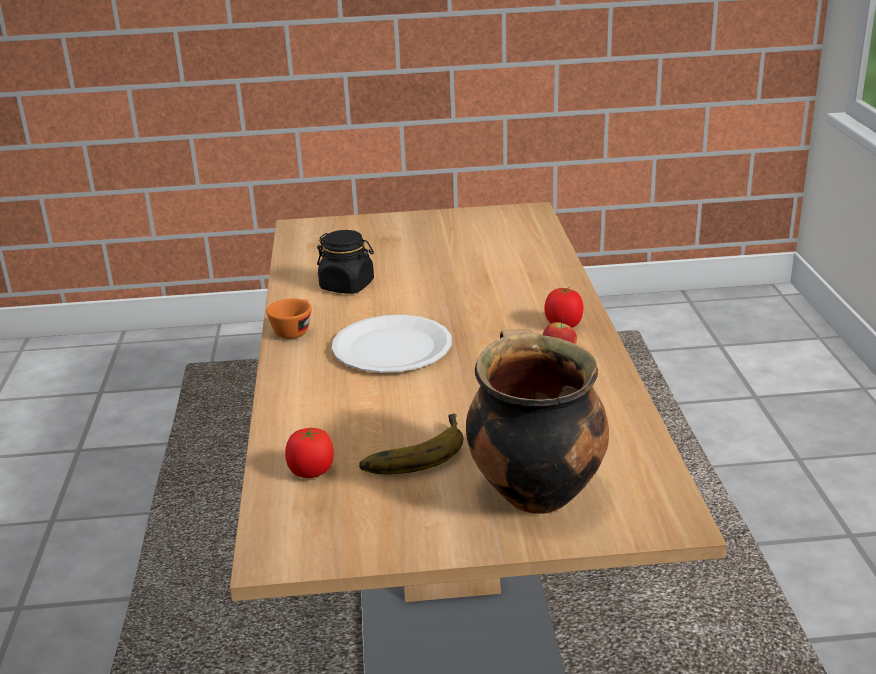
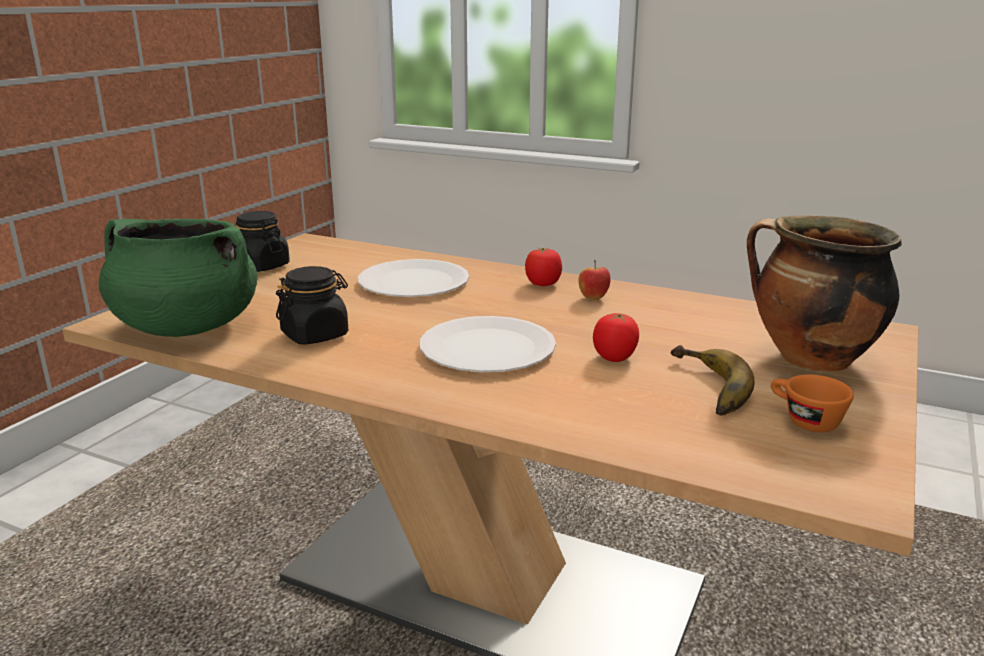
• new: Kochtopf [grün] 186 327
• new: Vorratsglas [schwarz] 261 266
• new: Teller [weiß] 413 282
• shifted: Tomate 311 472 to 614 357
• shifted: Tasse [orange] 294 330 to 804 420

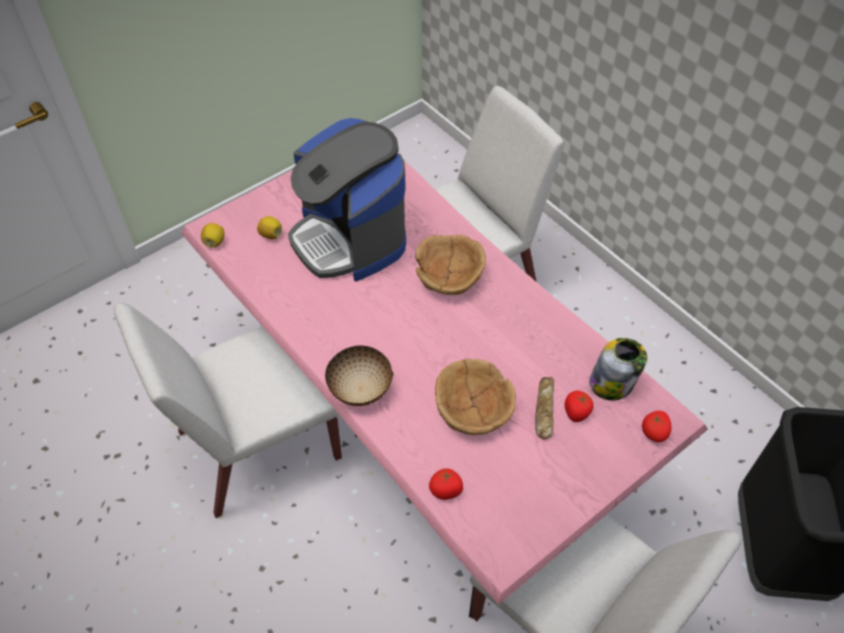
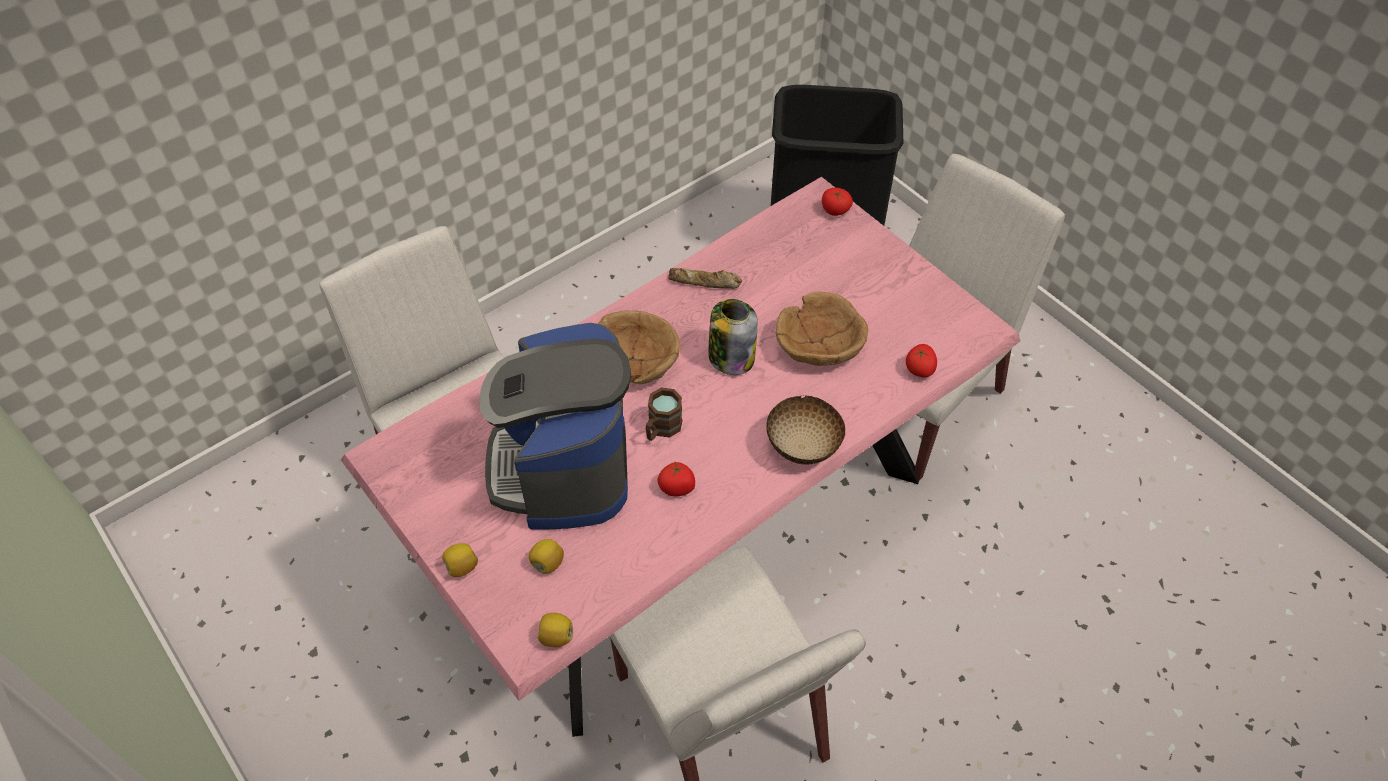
• new: Zitrone 462 567
• rotated: Kaffeemaschine 349 239 = 563 467 120 degrees clockwise
• new: Henkelbecher [braun] 661 429
• shifted: Tomate 576 412 to 677 487
• shifted: Brot 544 410 to 705 282
• shifted: Vorratsglas 612 383 to 730 356

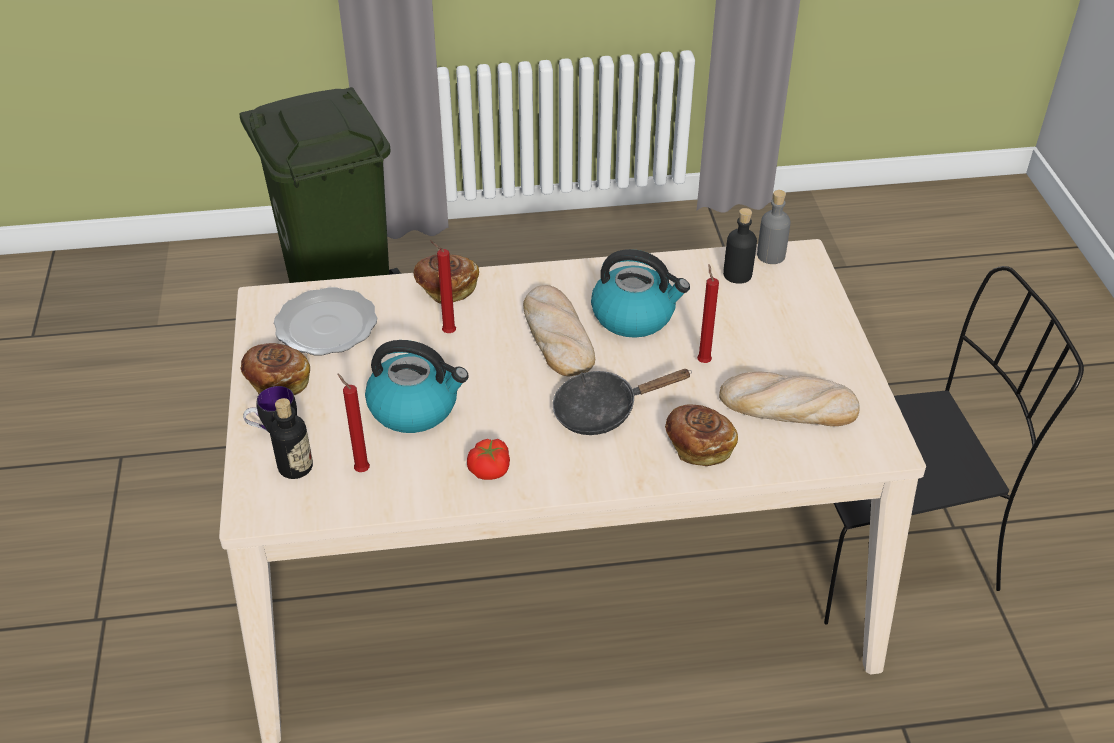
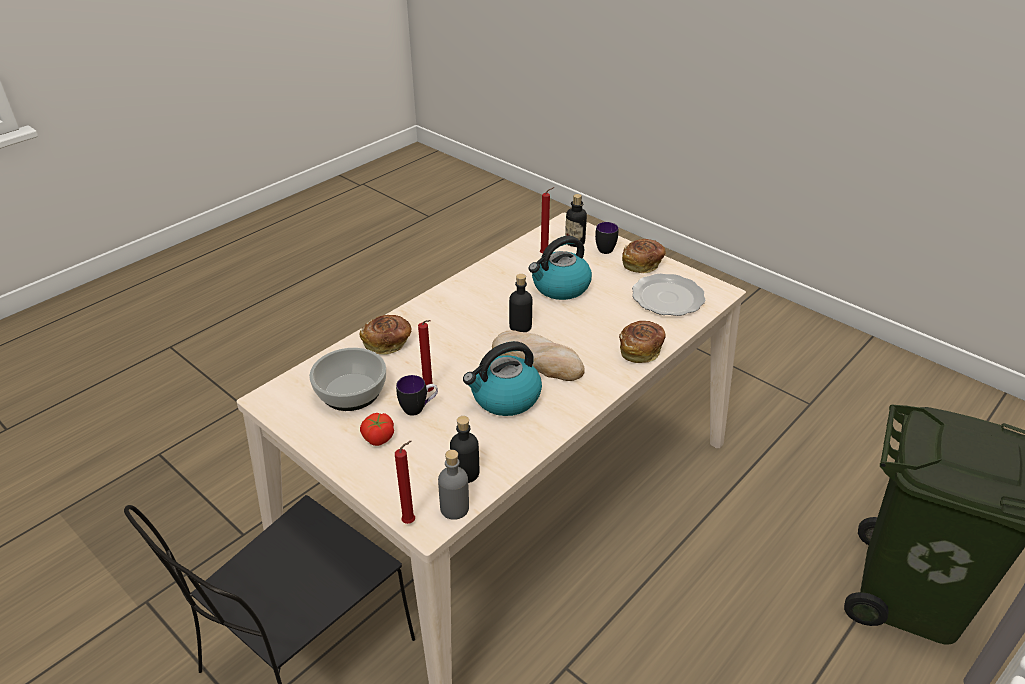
• swapped: Brot 787 406 to Schüssel 350 392
• shifted: Tomate 490 470 to 378 437
• shifted: Kerze [rot] 447 332 to 411 521
• new: Henkelbecher 419 408
• new: Flasche [schwarz] 520 326
• gone: Pfanne [schwarz] 603 411

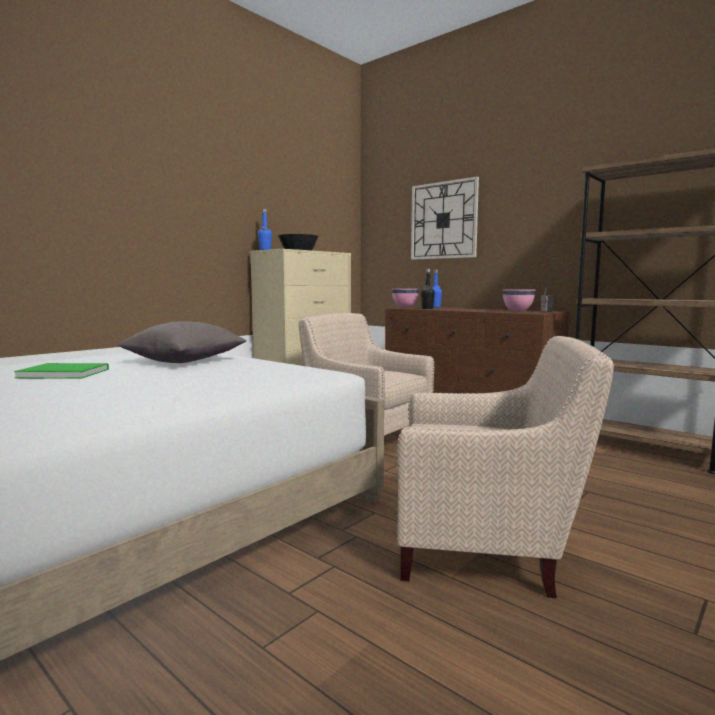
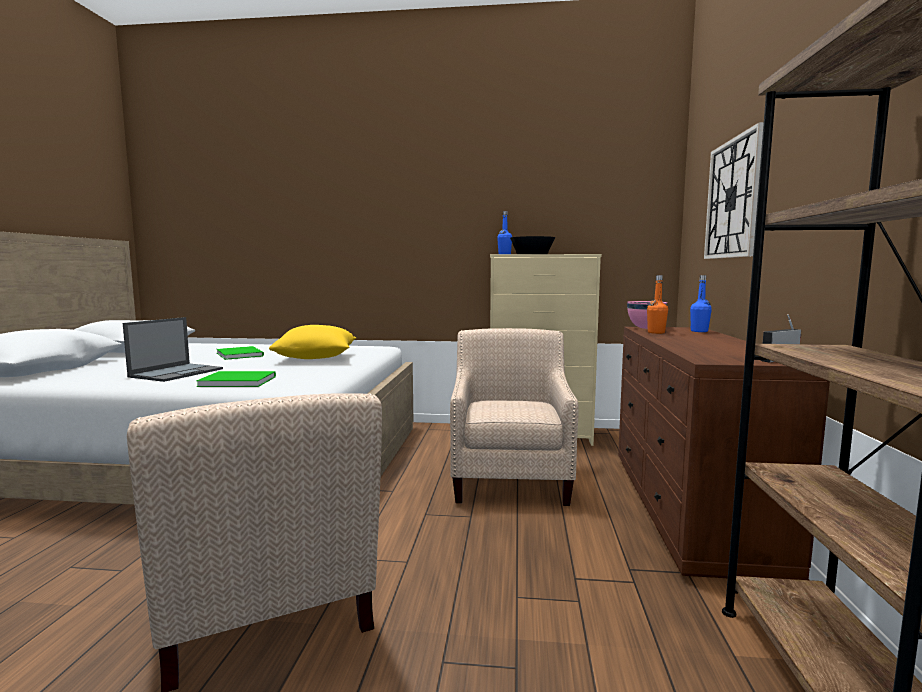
• new: Laptop 177 373
• new: Buch [grün] 236 381
• repainted: Kissen [grau] 185 361 to Kissen [gelb] 317 358
• repainted: Flasche [schwarz] 427 308 to Flasche [orange] 656 332
• gone: Schüssel [rosa] 517 311

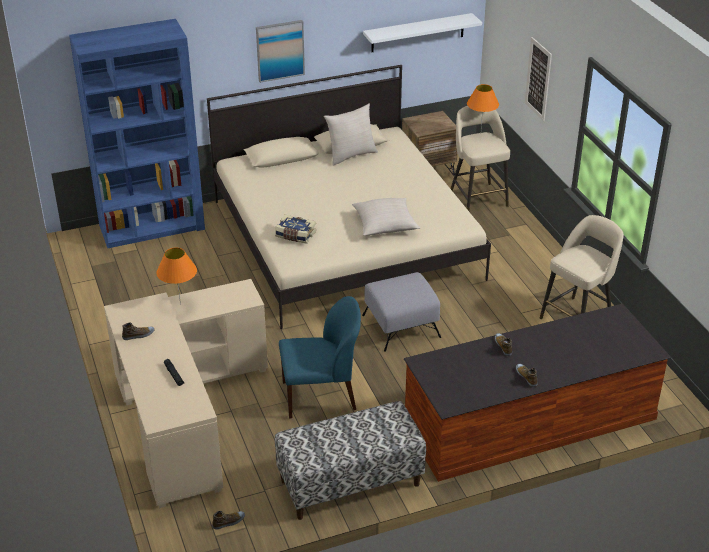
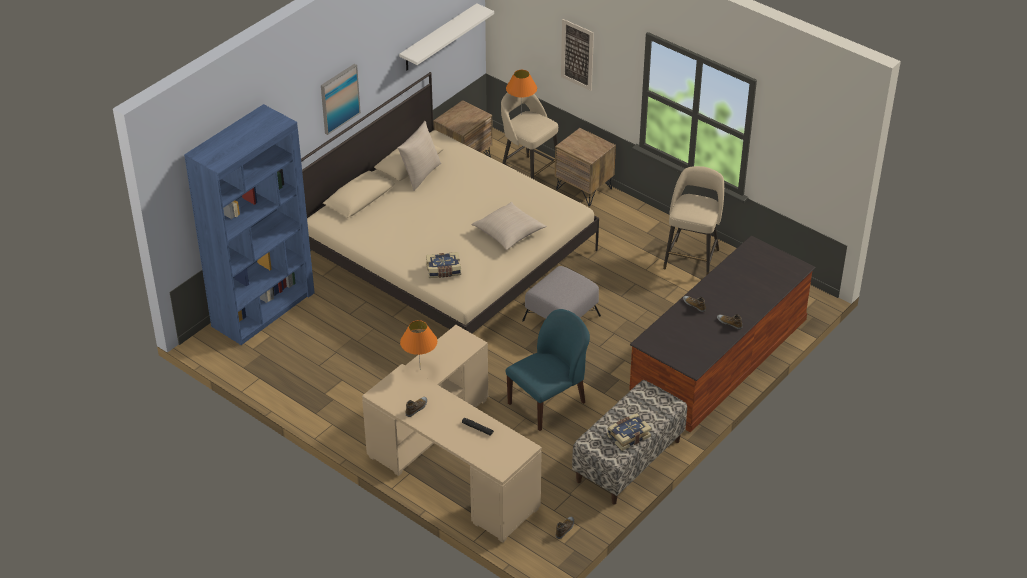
• new: Nachttisch [braun] 584 189
• new: Buch 628 436

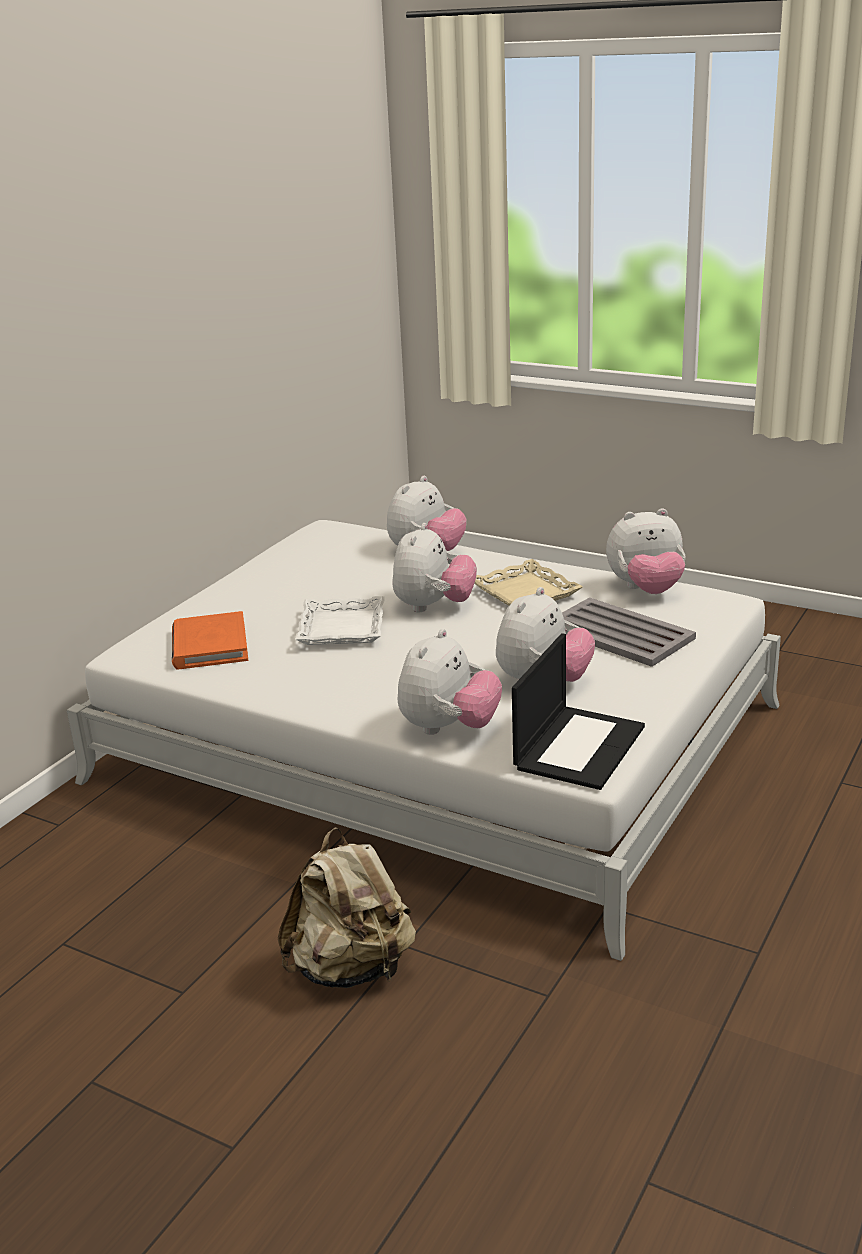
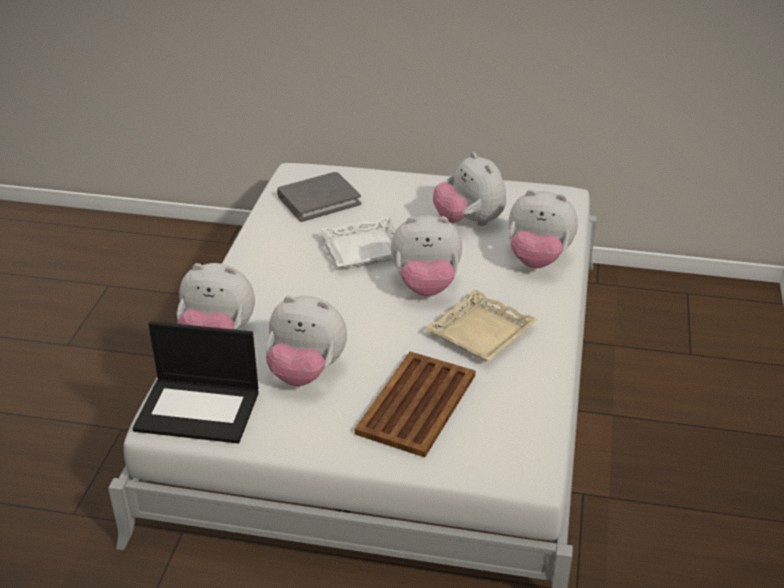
• repainted: Buch [orange] 209 645 to Buch [grau] 318 200
• repainted: Tablett [grau] 620 634 to Tablett [braun] 415 405
• shifted: Plüschtier 646 590 to 469 222
• gone: Rucksack [beige] 351 968

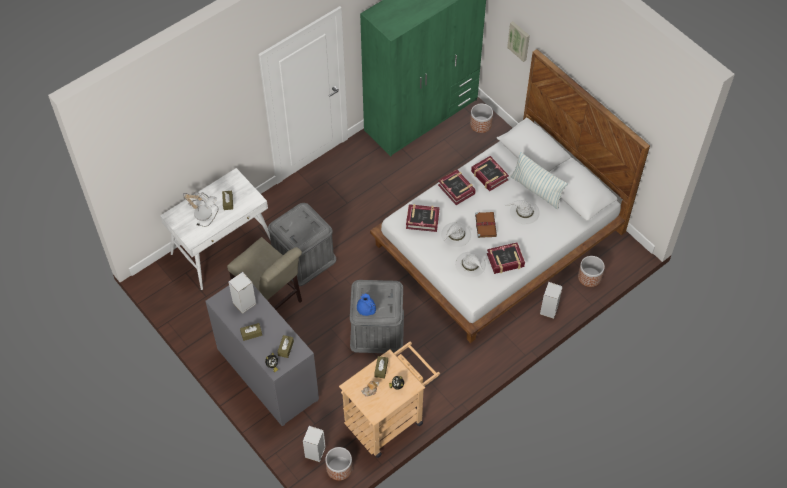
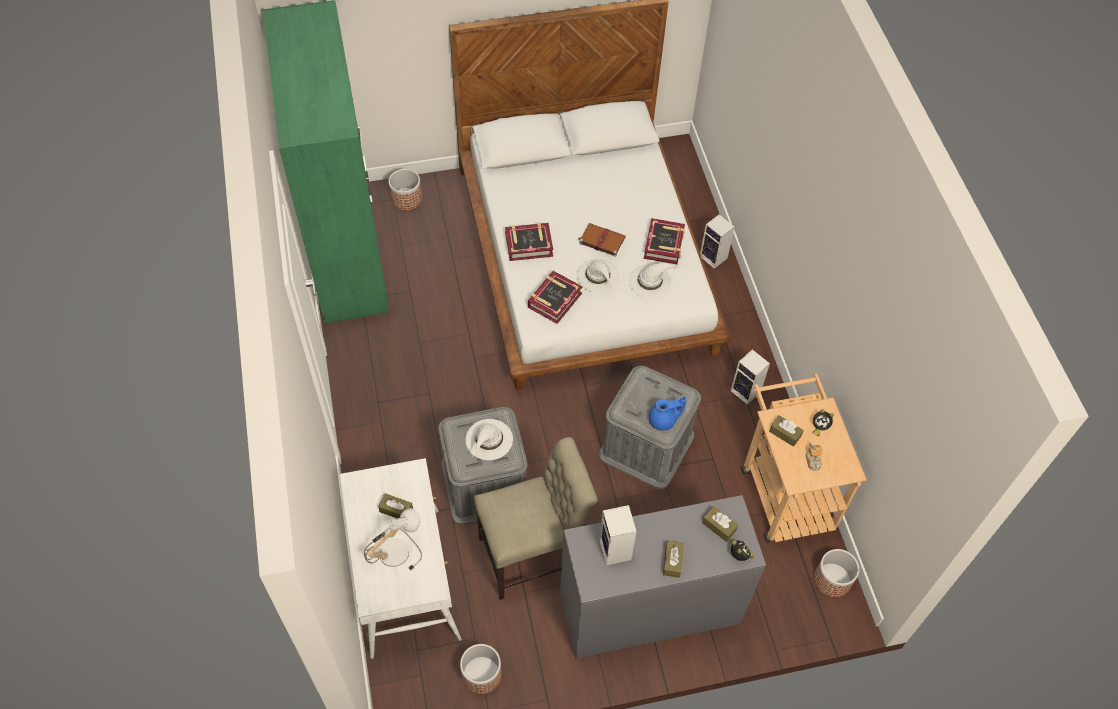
• shifted: Pflanzkübel 589 277 to 481 675
• shifted: Hut [weiß] 524 212 to 489 440
• shifted: Lautsprecher 315 453 to 746 392
• gone: Buch 489 176
• gone: Bild 519 40
• gone: Kissen 536 190

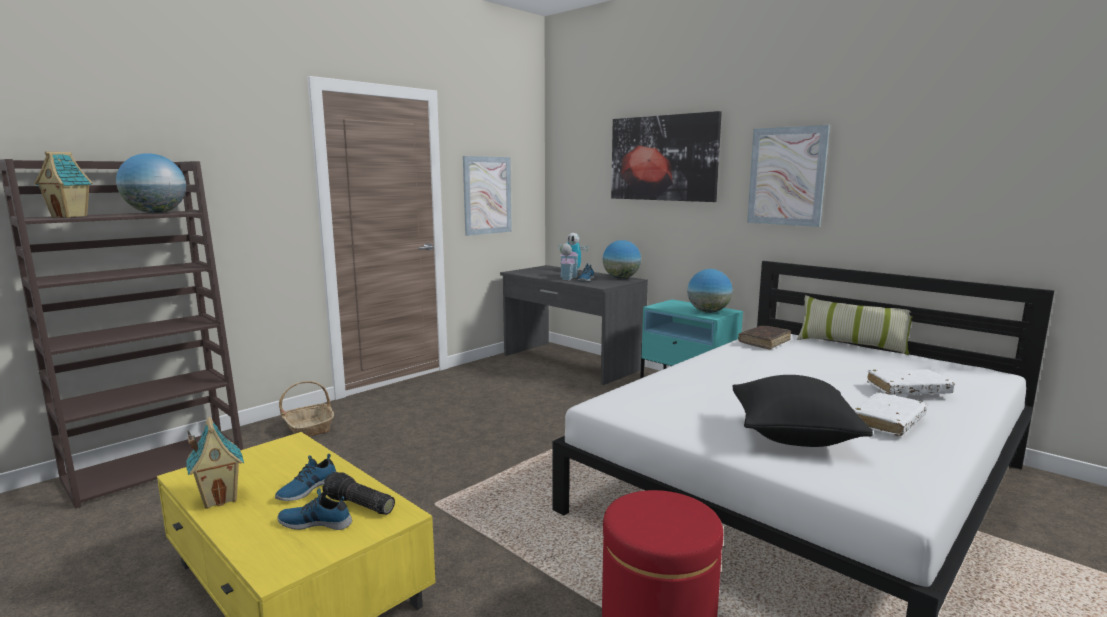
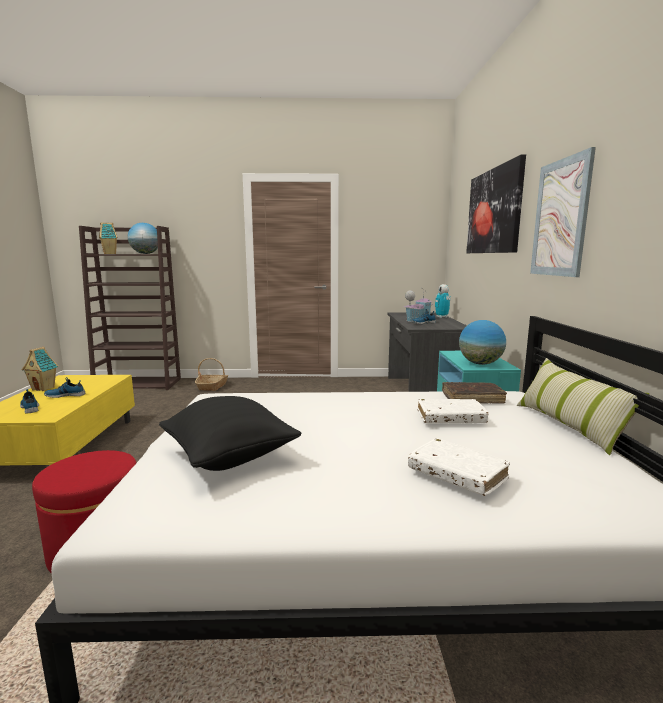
• shifted: Buch [weiß] 887 422 to 450 418
• gone: Taschenlampe 358 505
• gone: Bild 487 195
• gone: Globus 621 278

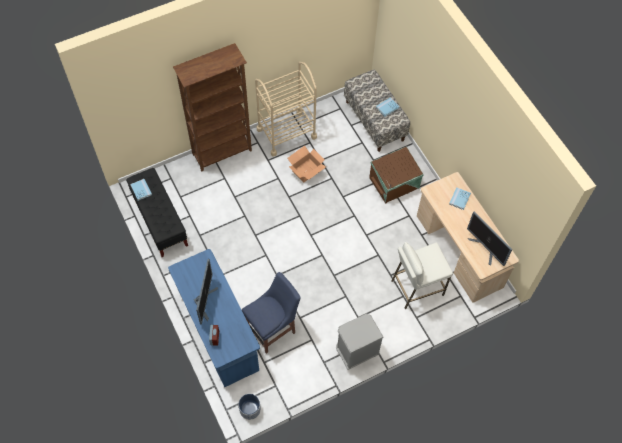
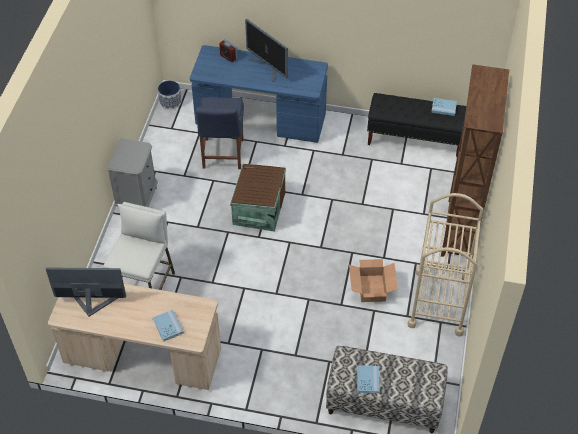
• shifted: Aufbewahrungsbox [braun] 395 183 to 258 209

